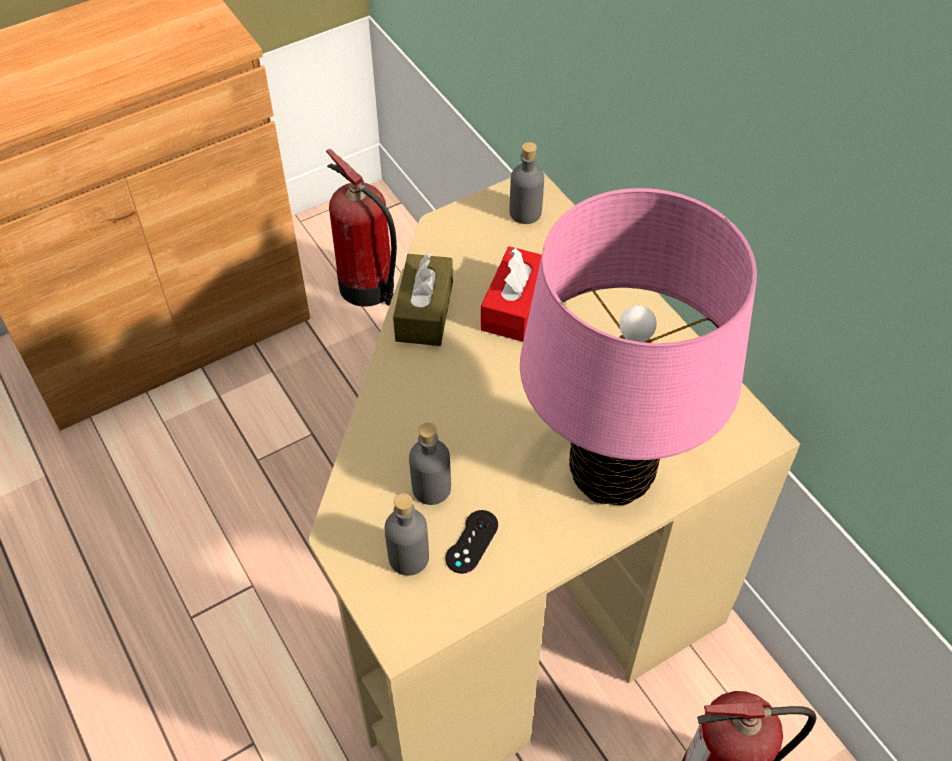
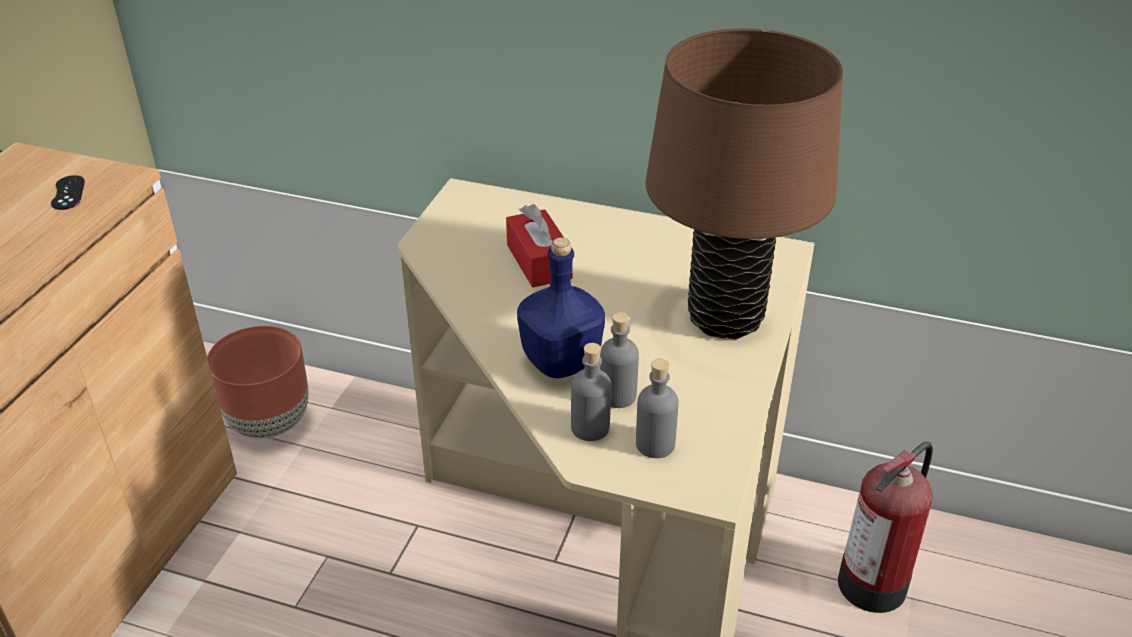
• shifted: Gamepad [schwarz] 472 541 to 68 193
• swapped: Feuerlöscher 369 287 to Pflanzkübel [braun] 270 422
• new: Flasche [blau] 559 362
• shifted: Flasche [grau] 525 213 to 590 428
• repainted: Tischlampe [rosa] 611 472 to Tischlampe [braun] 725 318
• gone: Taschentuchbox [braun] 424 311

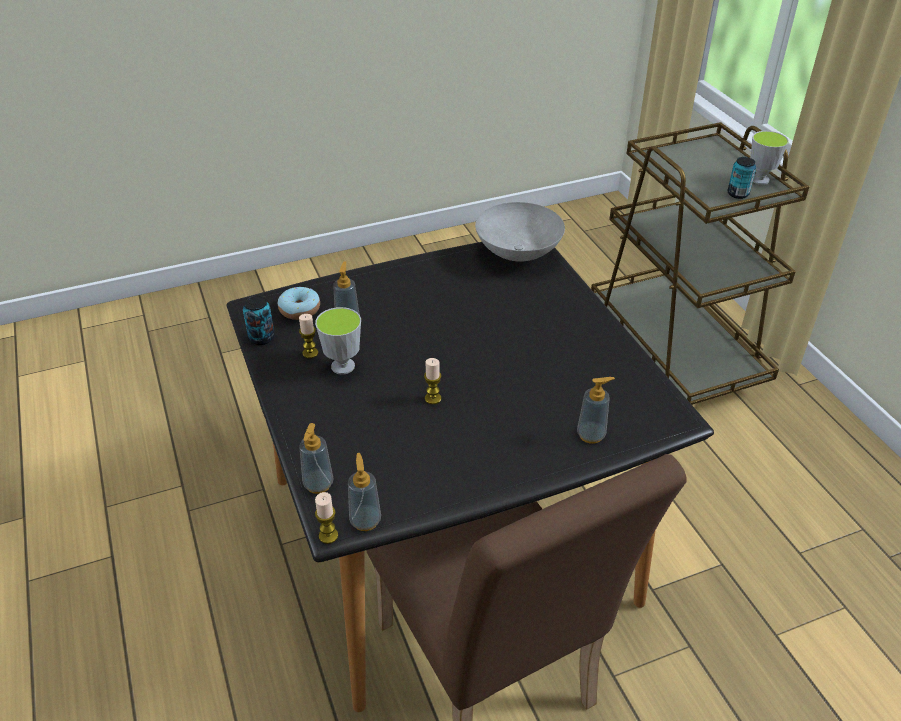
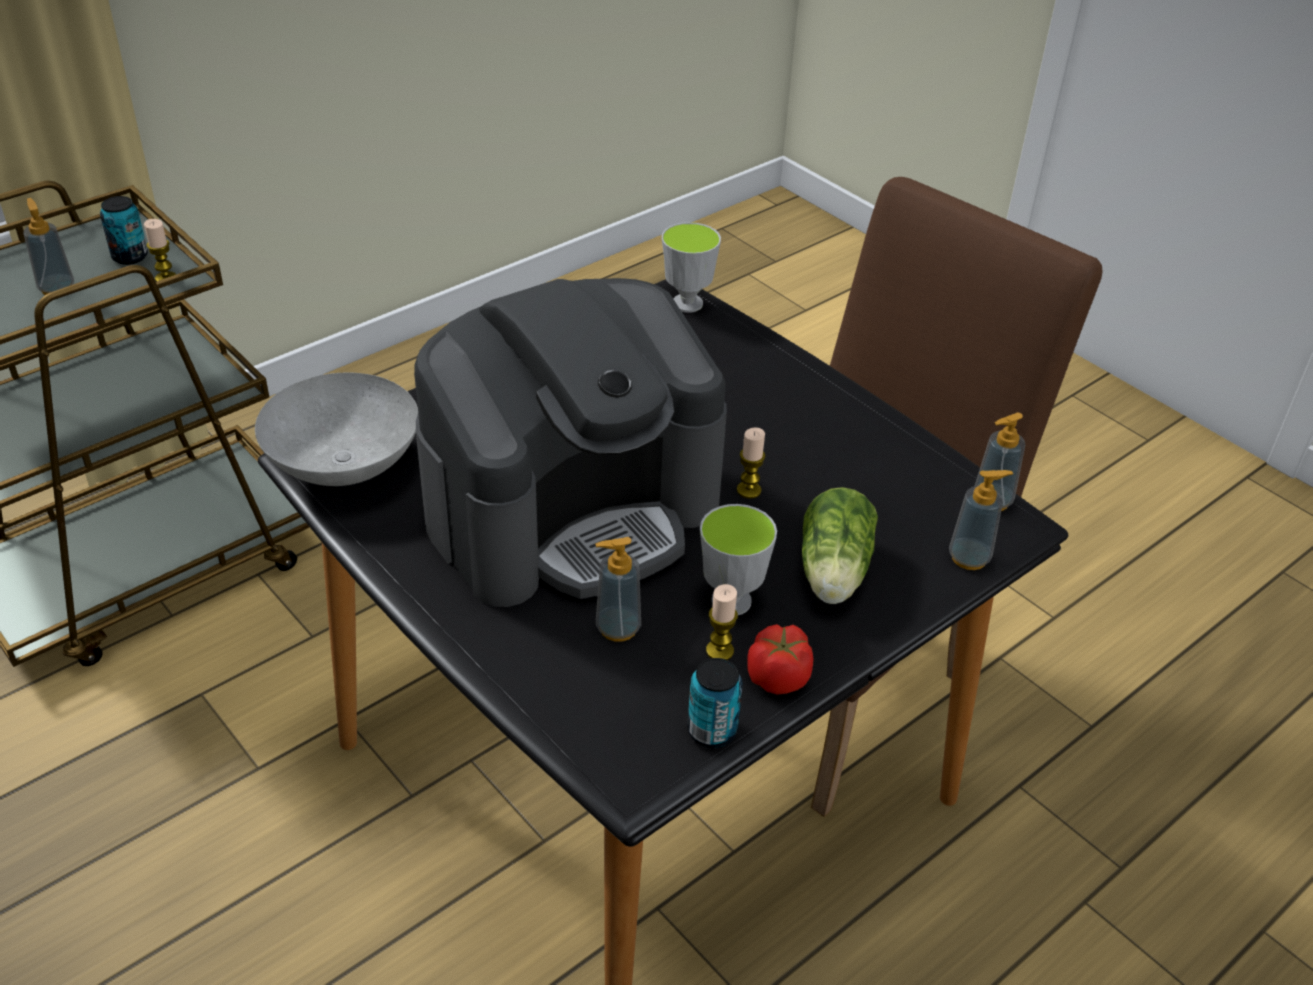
• shifted: Seifenspender 591 435 to 57 288
• shifted: Kerze 328 536 to 166 278
• new: Kaffeemaschine 572 511
• shifted: Tasse 759 180 to 687 303
• new: Tomate 778 677
• new: Salatkopf 833 574
• gone: Donut 299 310

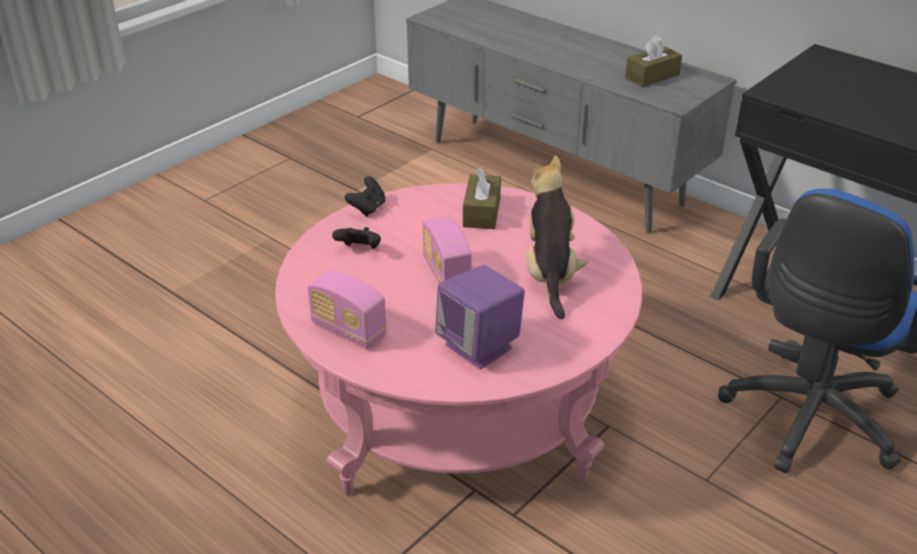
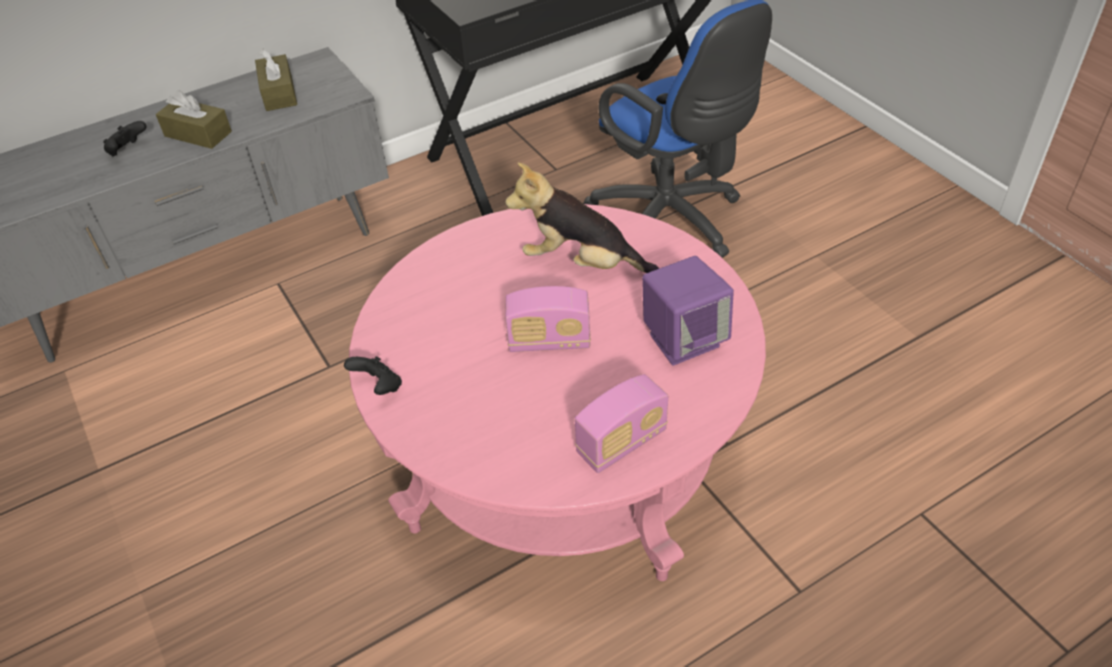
• shifted: Gamepad [schwarz] 359 250 to 128 151
• shifted: Taschentuchbox [braun] 482 212 to 198 134

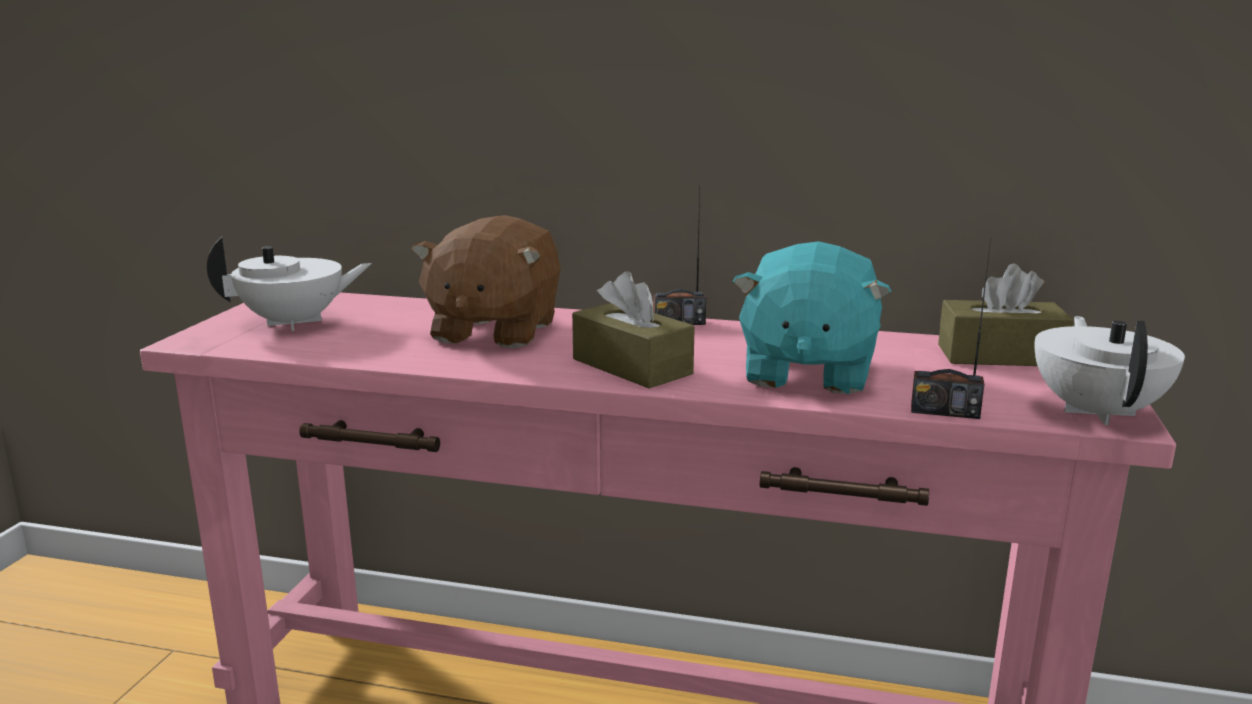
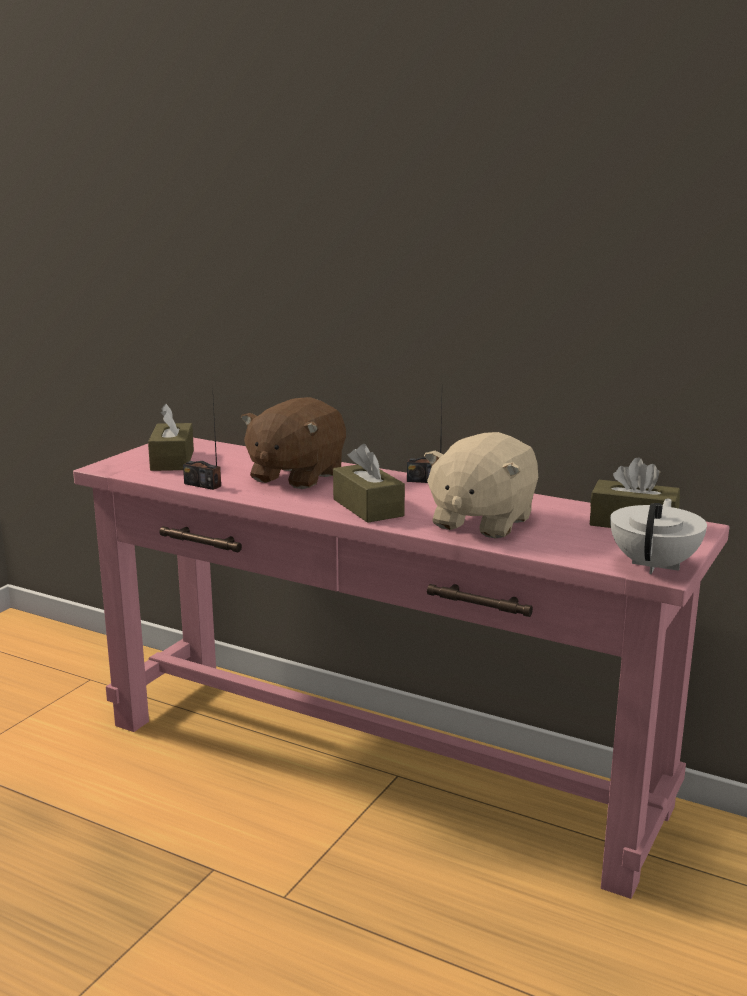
• swapped: Teekanne [weiß] 295 323 to Taschentuchbox [braun] 172 460
• shifted: Radio 945 411 to 202 485
• repainted: Plüschtier [türkis] 806 372 to Plüschtier [beige] 481 522

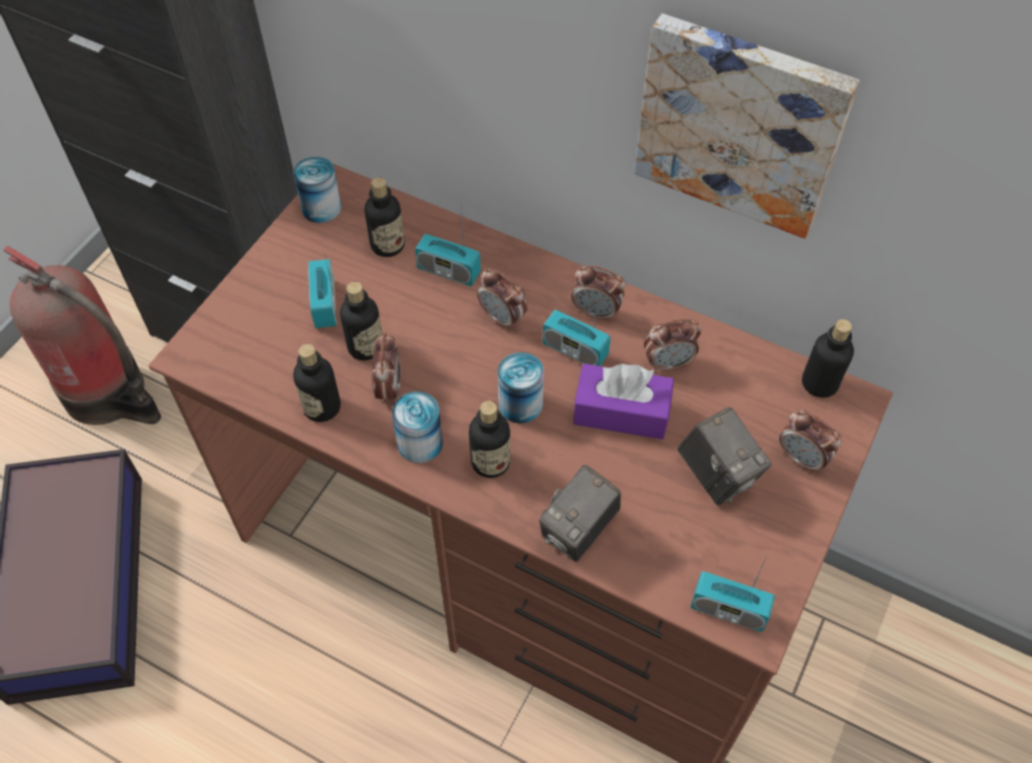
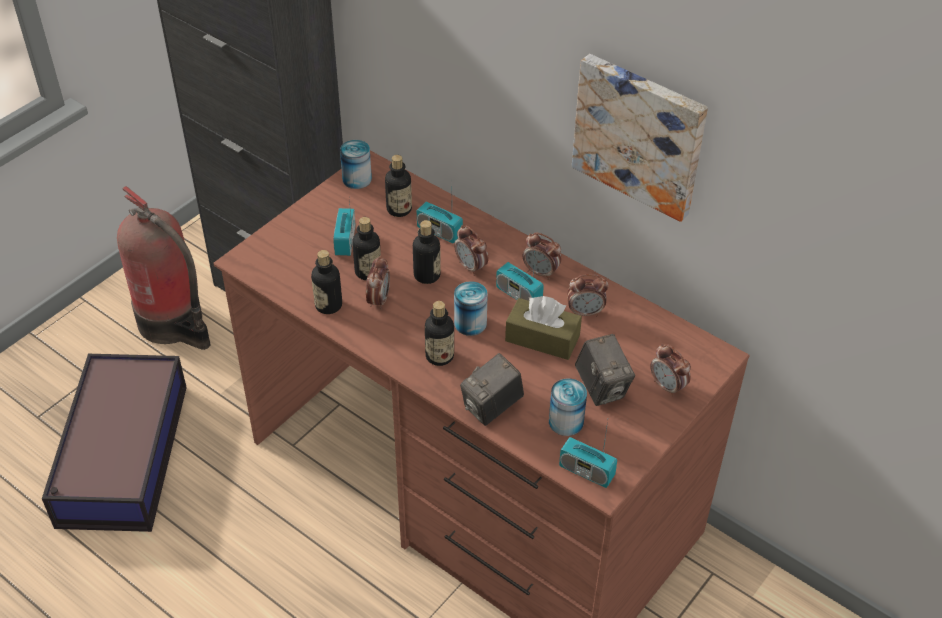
• shifted: Flasche 819 383 to 427 275
• repainted: Taschentuchbox [lila] 621 412 to Taschentuchbox [braun] 542 338
• shifted: Dose 420 443 to 566 422

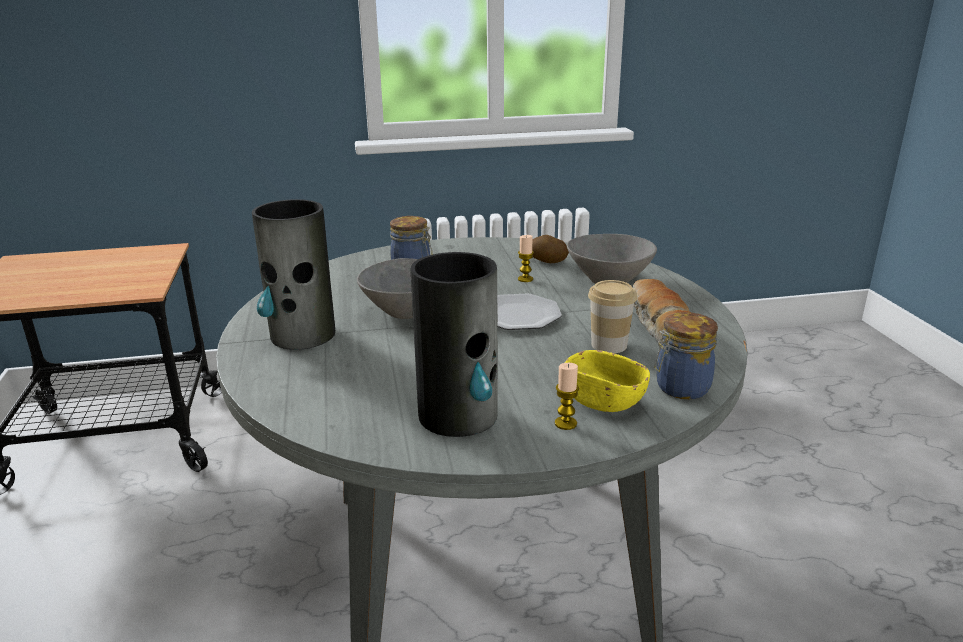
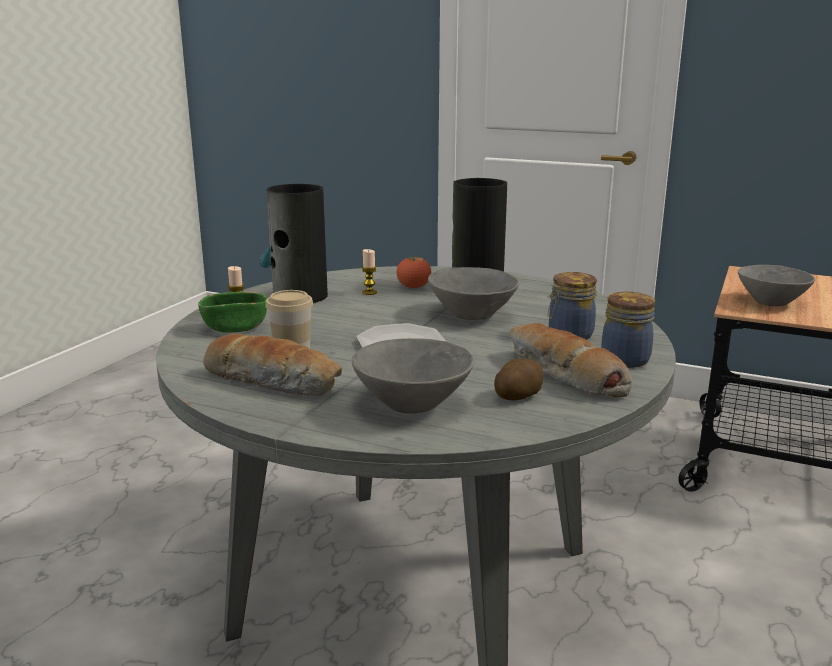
• repainted: Schüssel [gelb] 604 401 to Schüssel [grün] 235 328
• shifted: Kerze 525 279 to 369 292
• new: Tomate 413 287
• new: Brot 563 374
• shifted: Vorratsglas 680 388 to 625 359
• new: Schüssel [grau] 772 302

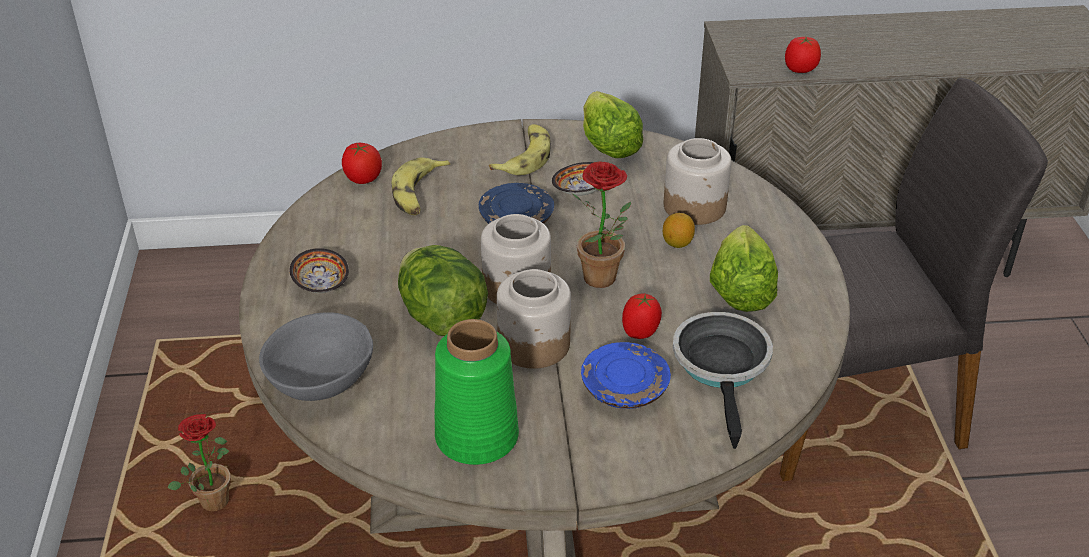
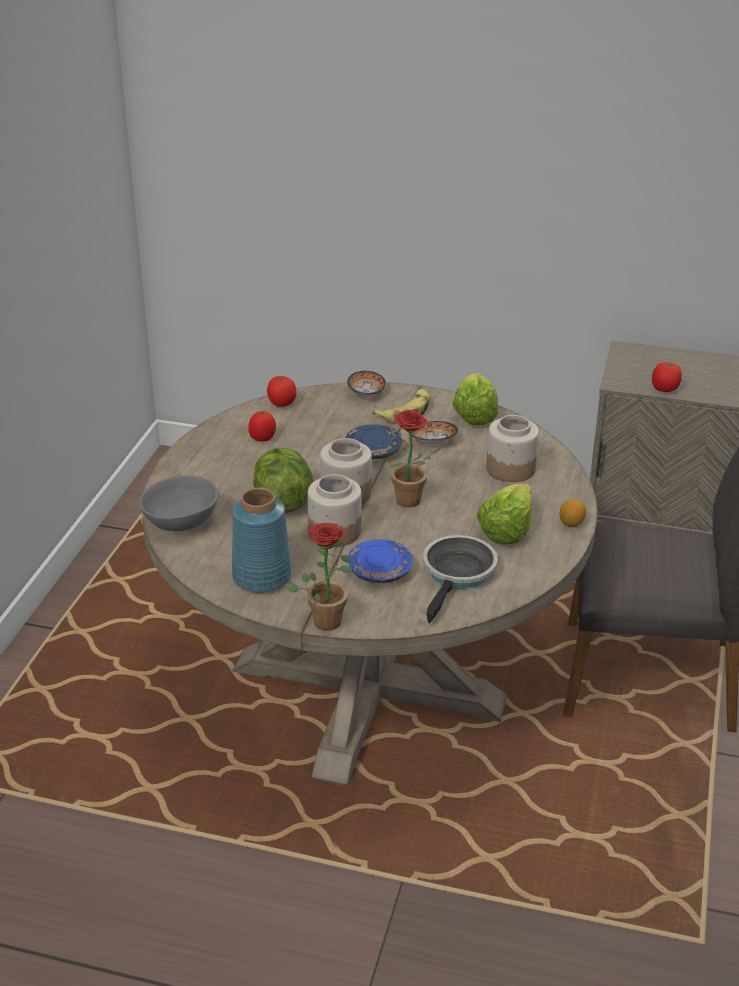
• repainted: Vase [grün] 478 436 to Vase [blau] 263 576
• shifted: Tomate 641 332 to 262 438
• shifted: Topfpflanze 214 498 to 327 617
• shifted: Schüssel 321 285 to 366 393
• shifted: Zitrone 677 243 to 571 523
• gone: Banane 419 194

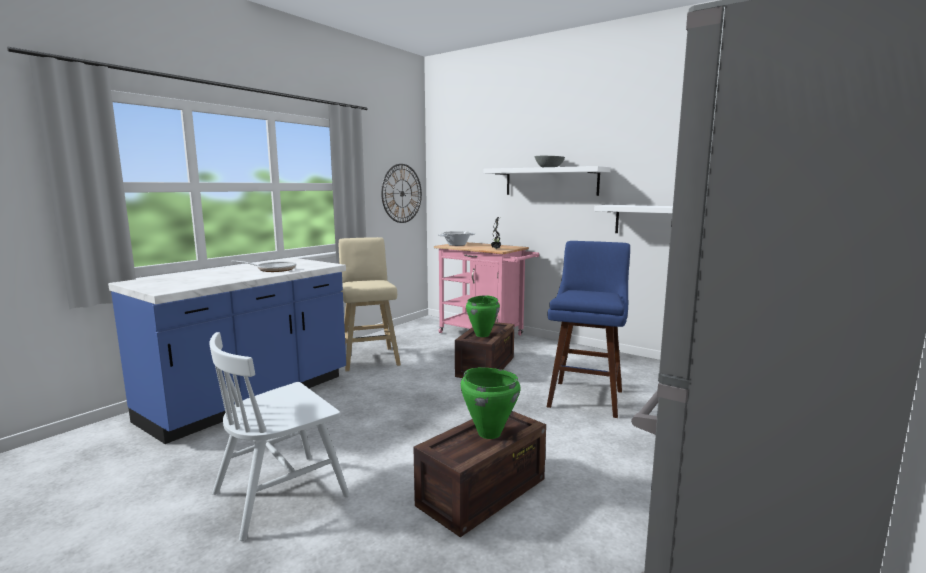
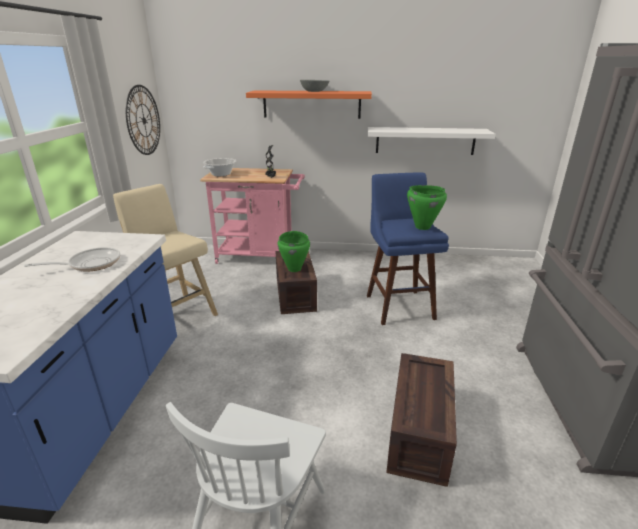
• repainted: Wandregal [weiß] 551 181 to Wandregal [orange] 311 104
• shifted: Kochtopf [grün] 489 433 to 422 227

